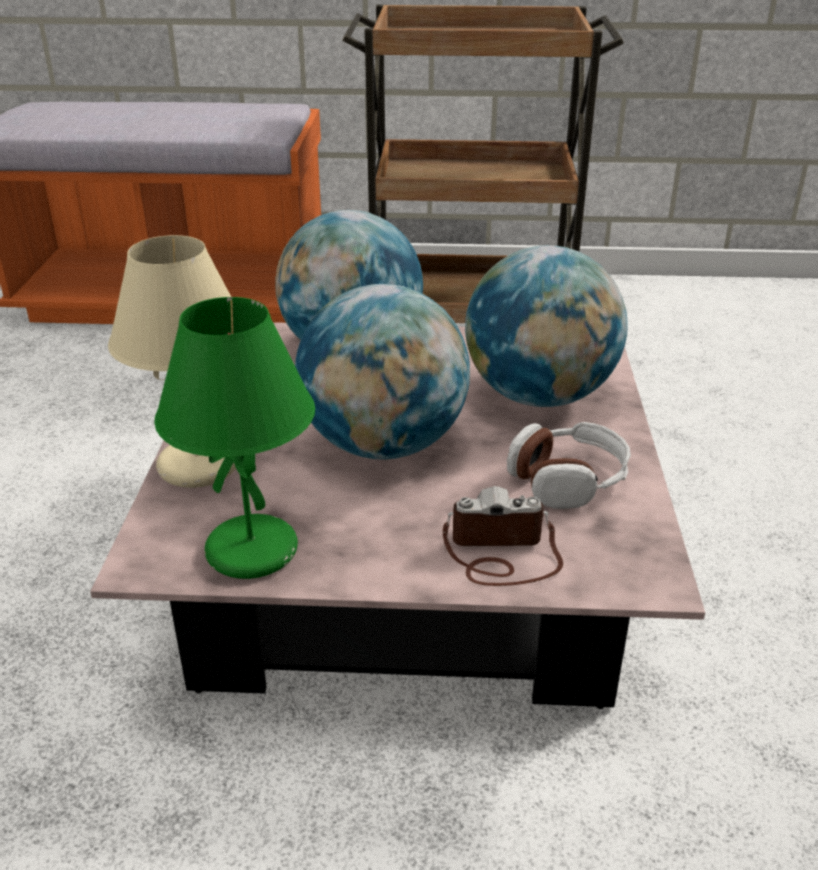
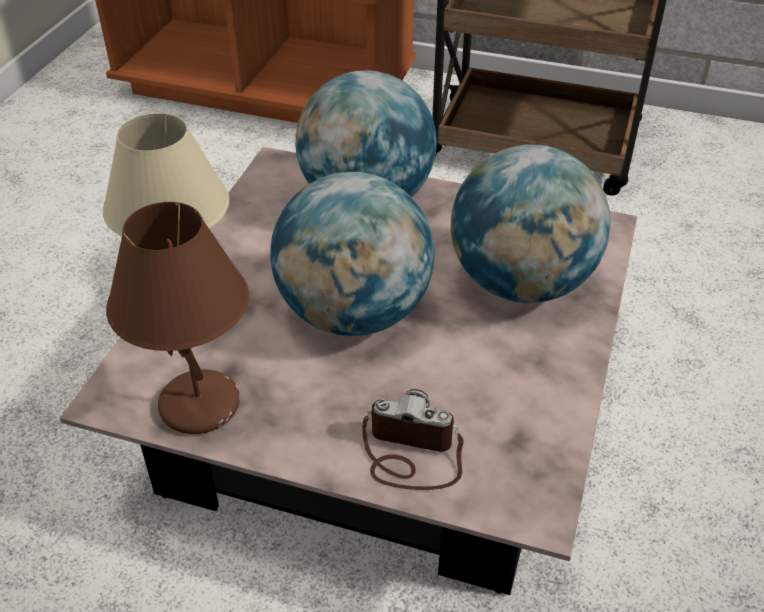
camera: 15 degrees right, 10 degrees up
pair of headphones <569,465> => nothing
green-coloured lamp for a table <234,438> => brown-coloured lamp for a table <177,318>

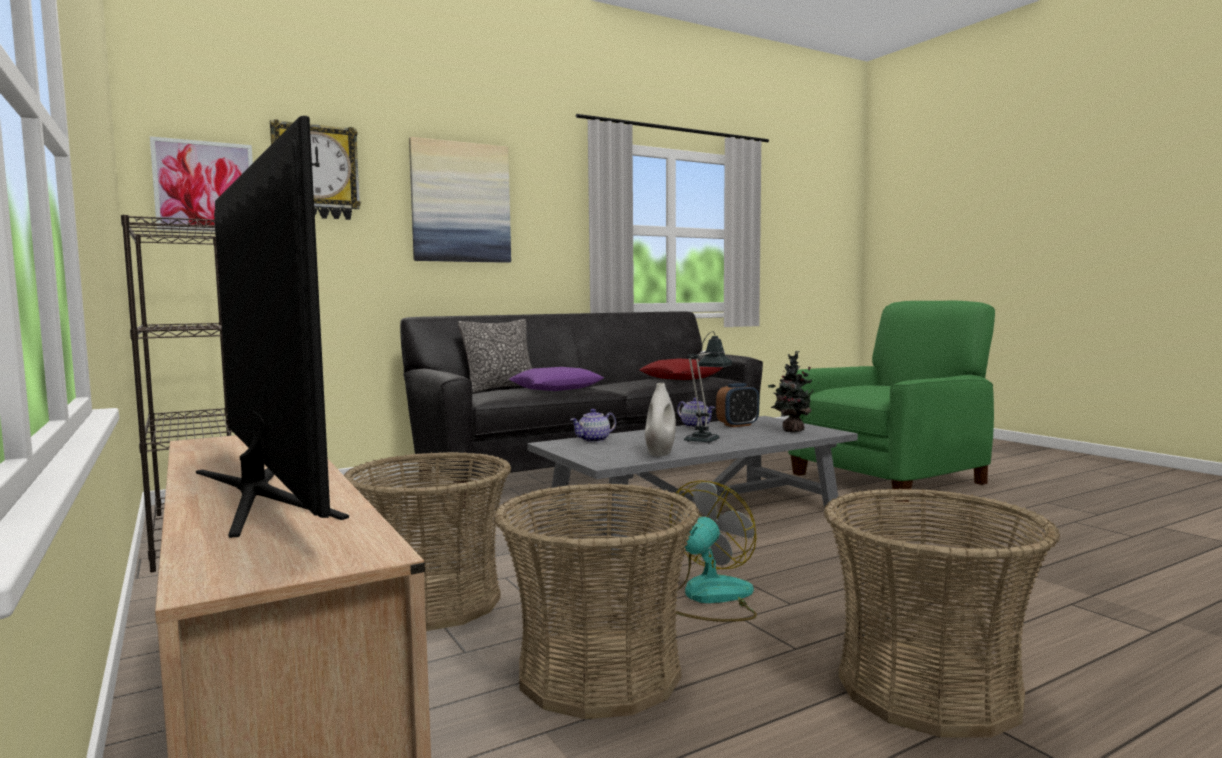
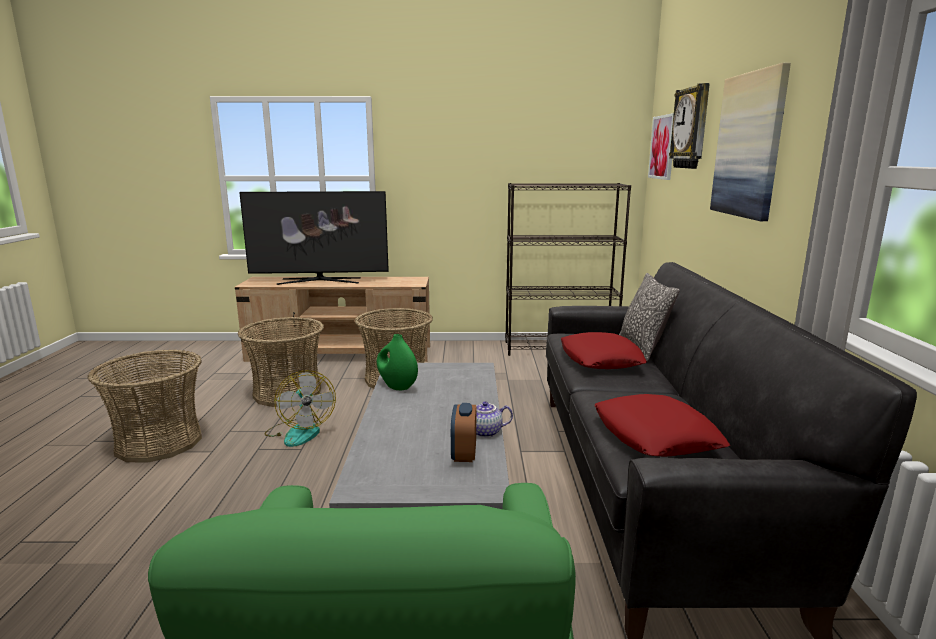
camera: 120 degrees right, 10 degrees up
tea pot <593,425> => nothing
lamp for a table <708,387> => nothing
plant in a pot <792,391> => nothing
purple cushion <556,379> => reddish cushion <604,350>
white decorative vase <660,419> => green-coloured decorative vase <397,362>

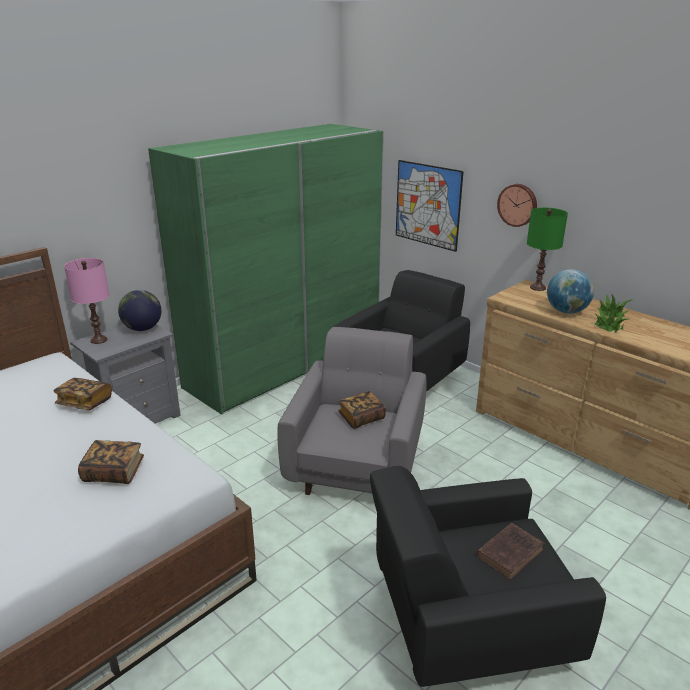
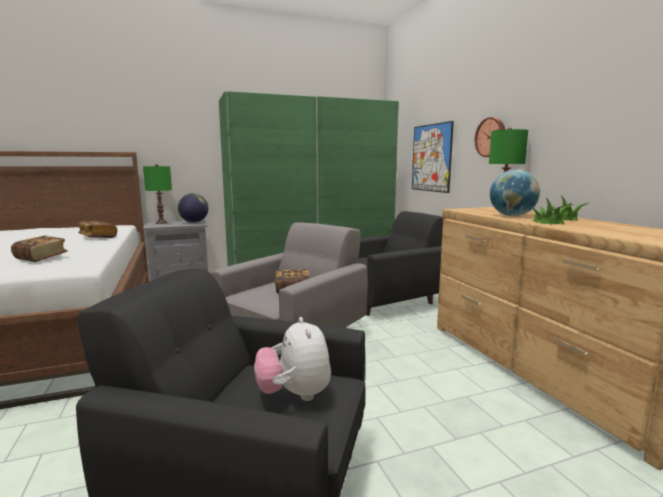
camera: 25 degrees right, 15 degrees down
brown-coloured volume <510,551> => cuddly toy <292,359>
pink-coloured lamp for a table <86,301> => green-coloured lamp for a table <157,194>

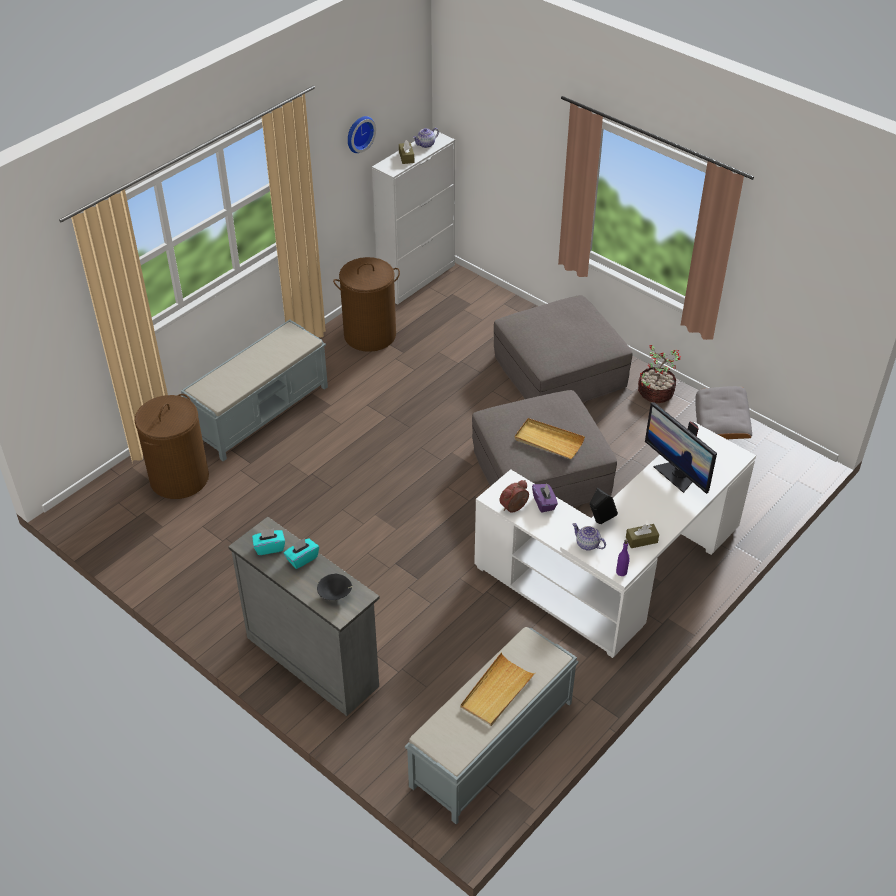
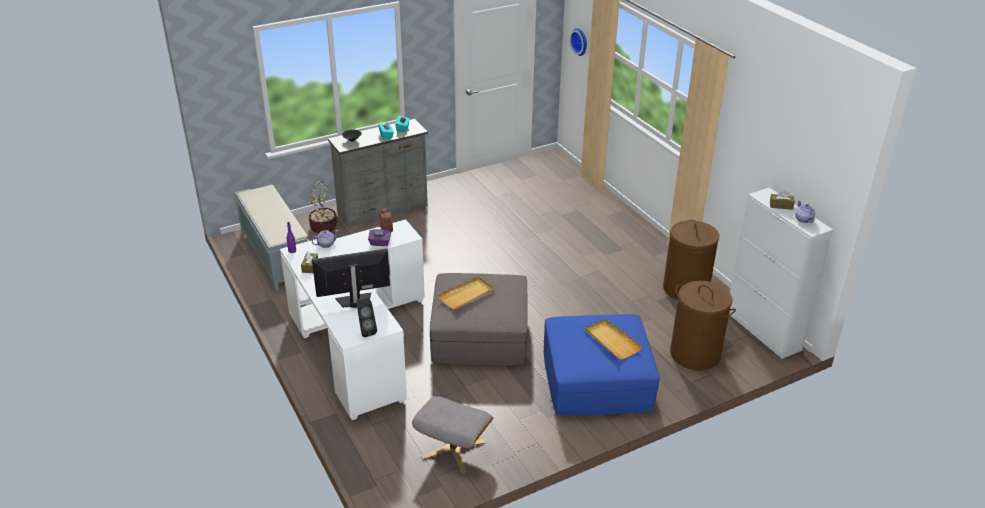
camera: 110 degrees right, 10 degrees down
gray long seat <254,390> => nothing
brown-coloured hamper <171,446> => brown-coloured hamper <703,326>, relocated
clock on the wall <362,134> => clock on the wall <578,42>, relocated
beige-coloured tray <497,689> => beige-coloured tray <614,339>, relocated
blackish speaker <604,506> => blackish speaker <367,317>, relocated
plant in a pot <659,374> => plant in a pot <323,207>, relocated
gray ottoman <563,348> => bluish ottoman <602,365>

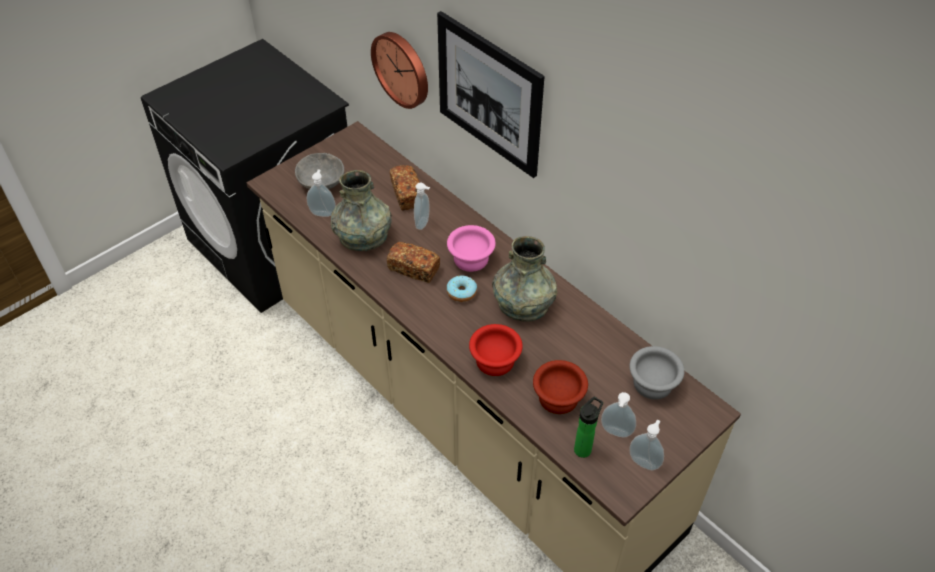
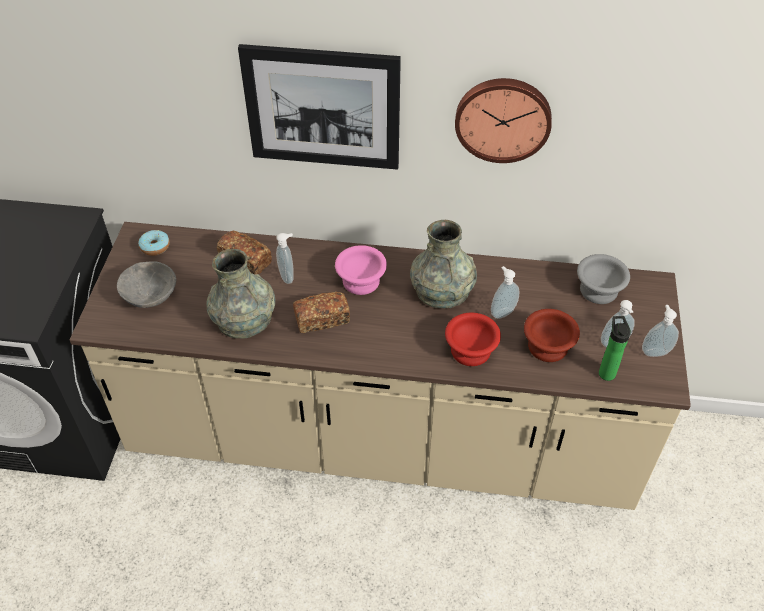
camera: 40 degrees left, 0 degrees up
soap bottle <321,193> => soap bottle <505,292>, relocated
clock on the wall <399,70> => clock on the wall <503,120>, relocated
ring doughnut <461,288> => ring doughnut <154,243>, relocated

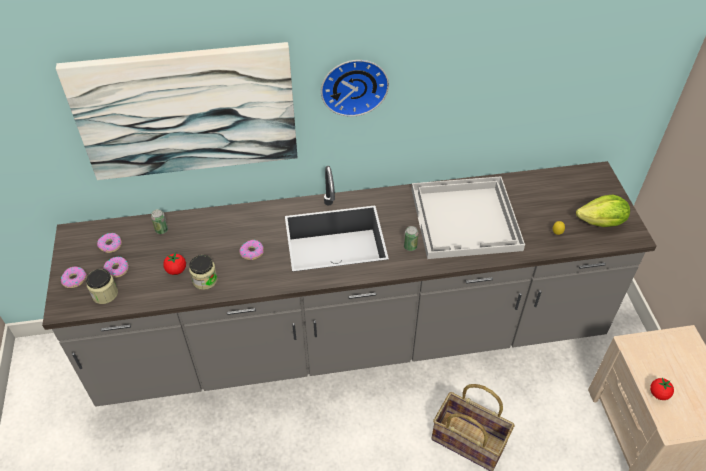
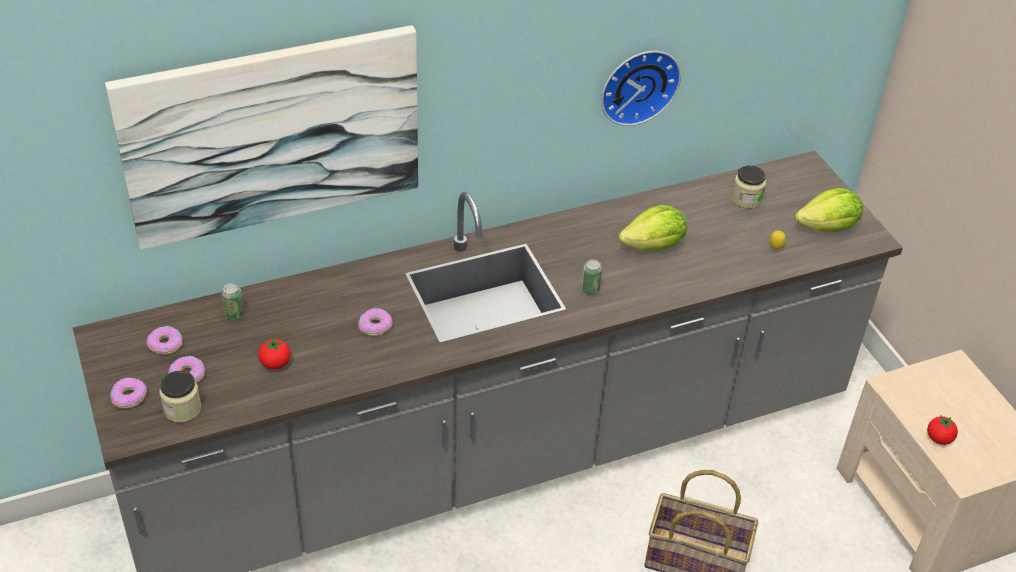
camera: 15 degrees left, 5 degrees down
storage jar <203,272> => storage jar <748,187>, relocated
clock on the wall <355,88> => clock on the wall <641,88>, relocated
white tray <468,217> => lettuce <652,228>

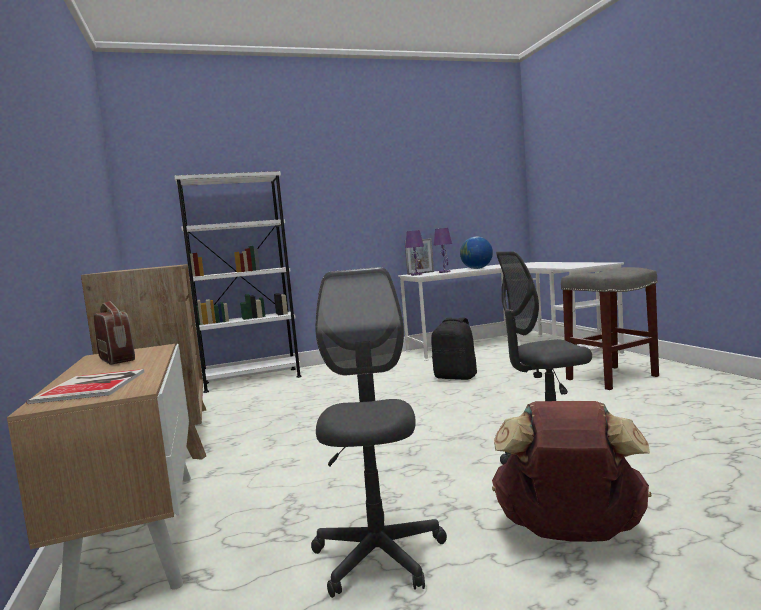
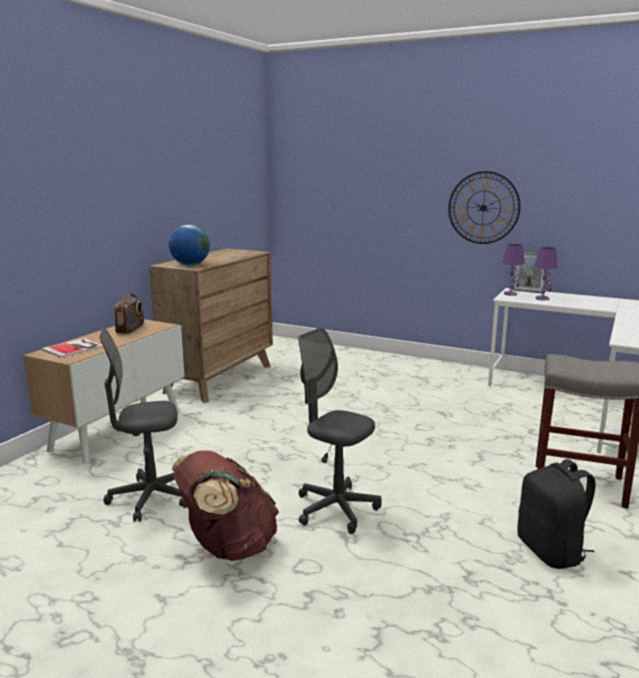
camera: 45 degrees right, 10 degrees up
white shelving unit <238,282> => nothing
nothing => clock on the wall <484,207>
blackish rucksack <454,349> => blackish rucksack <556,514>, relocated
world globe <476,253> => world globe <189,245>, relocated
gray computer chair <379,432> => gray computer chair <143,425>, 150 degrees counterclockwise

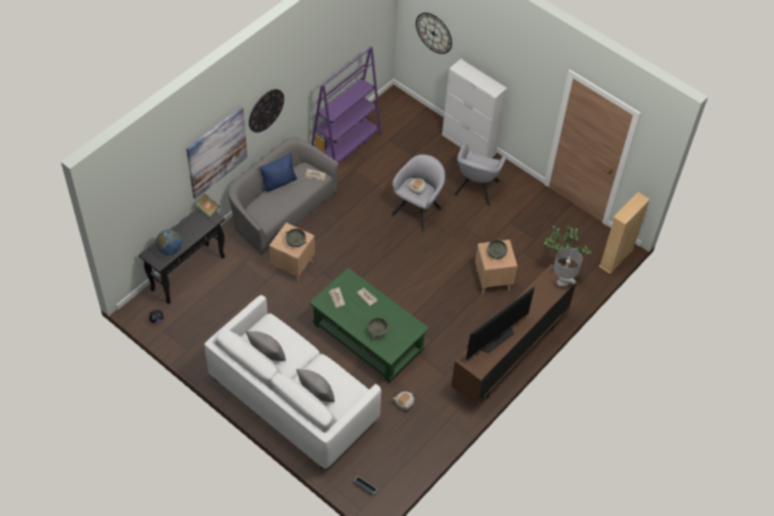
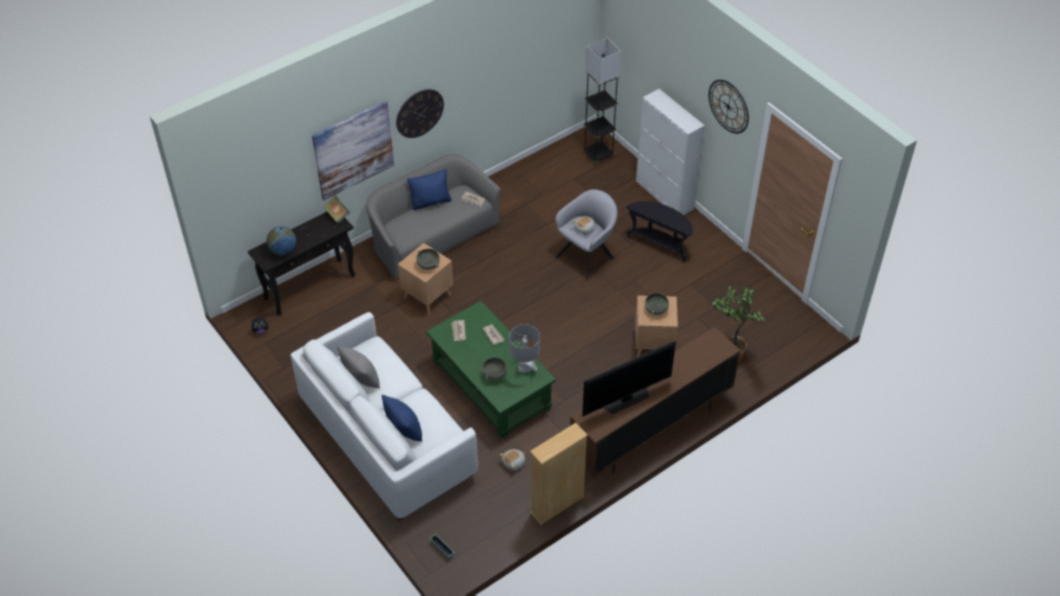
camera: 15 degrees right, 5 degrees down
purple shelving unit <346,105> => nothing
nothing => gray floor lamp <602,101>
clock on the wall <434,33> => clock on the wall <729,107>, relocated
gray lamp for a table <568,267> => gray lamp for a table <524,348>, relocated
beige-coloured shelving unit <624,233> => beige-coloured shelving unit <559,474>, relocated
gray lounge chair <480,174> => blackish accent table <659,231>
gray cushion <315,385> => bluish cushion <402,418>

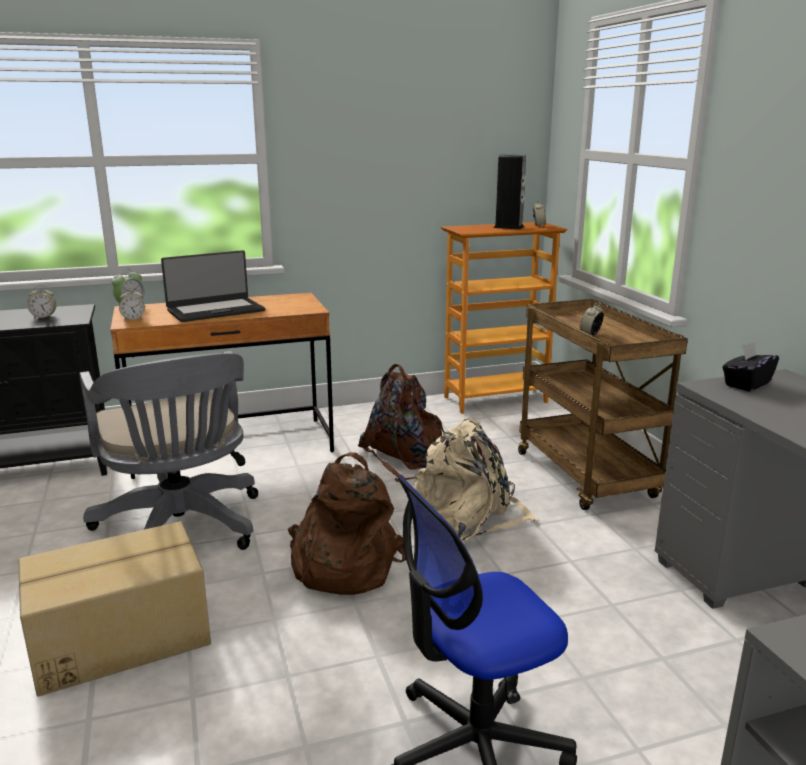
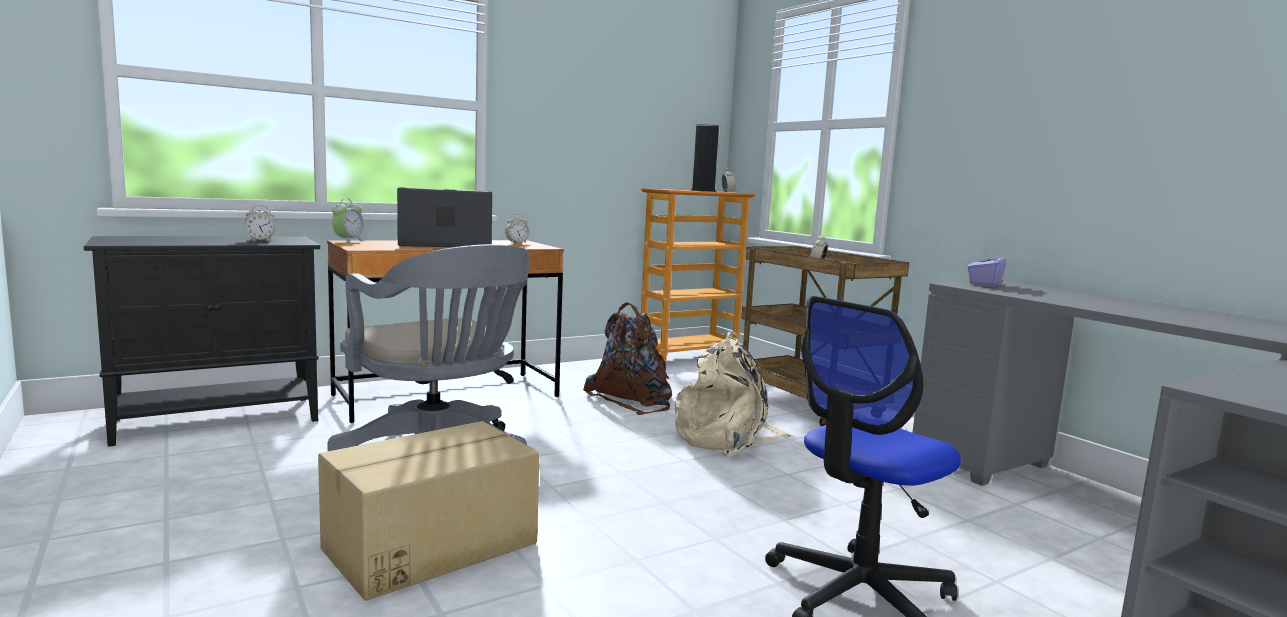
camera: 15 degrees left, 10 degrees down
brown-coloured rucksack <347,524> => nothing
bedside clock <132,304> => bedside clock <517,228>, relocated
blackish box of tissues <750,367> => purple box of tissues <987,267>
notebook computer <213,286> => notebook computer <444,217>, 150 degrees counterclockwise

